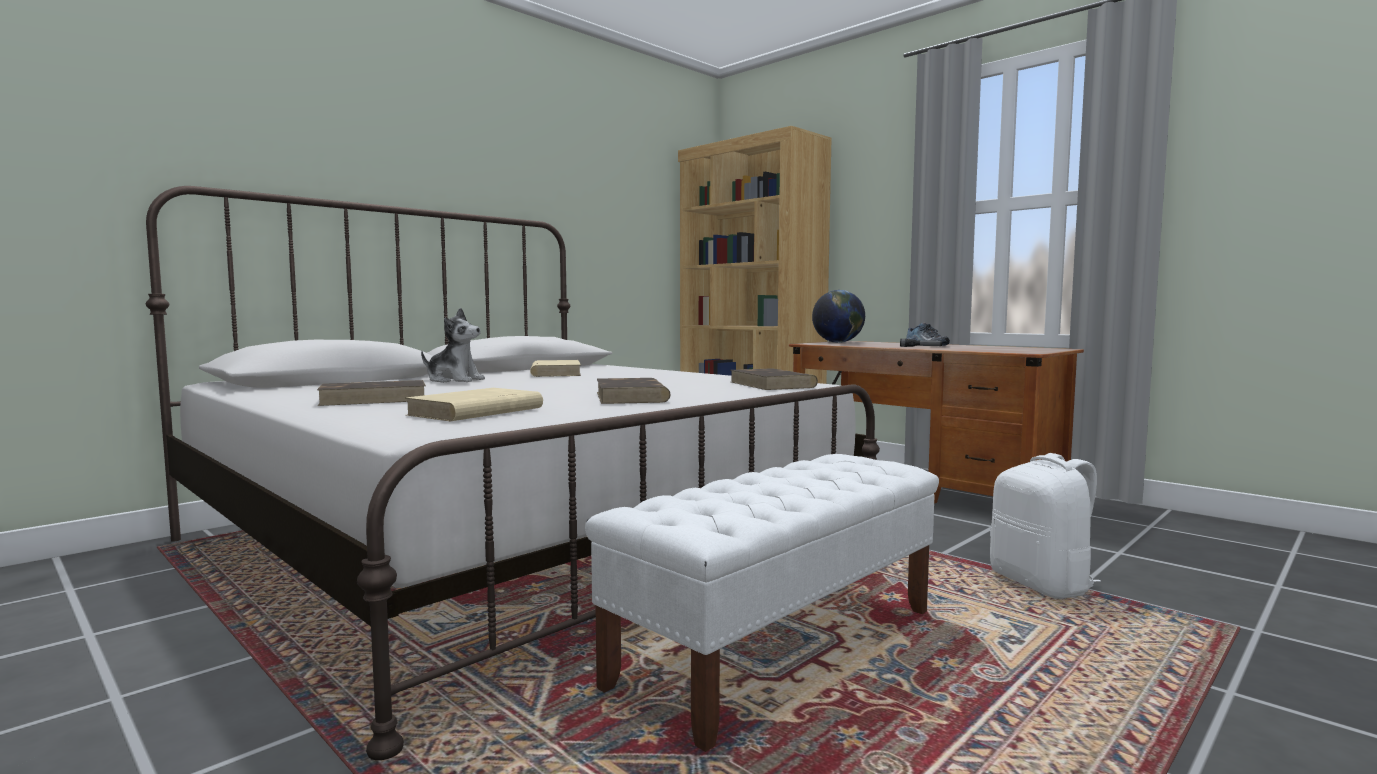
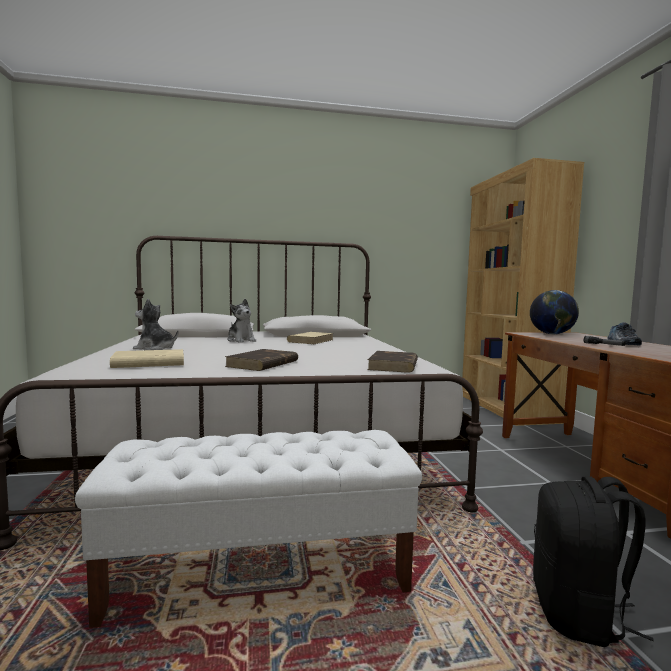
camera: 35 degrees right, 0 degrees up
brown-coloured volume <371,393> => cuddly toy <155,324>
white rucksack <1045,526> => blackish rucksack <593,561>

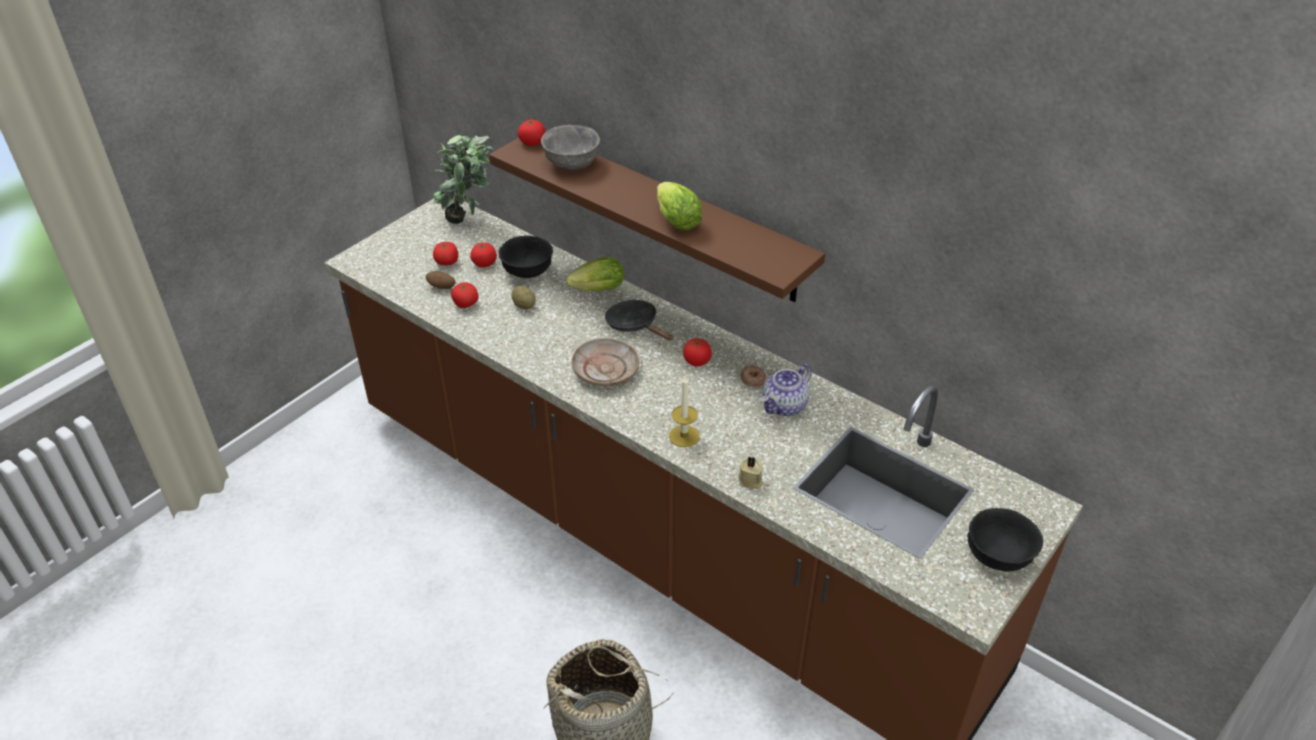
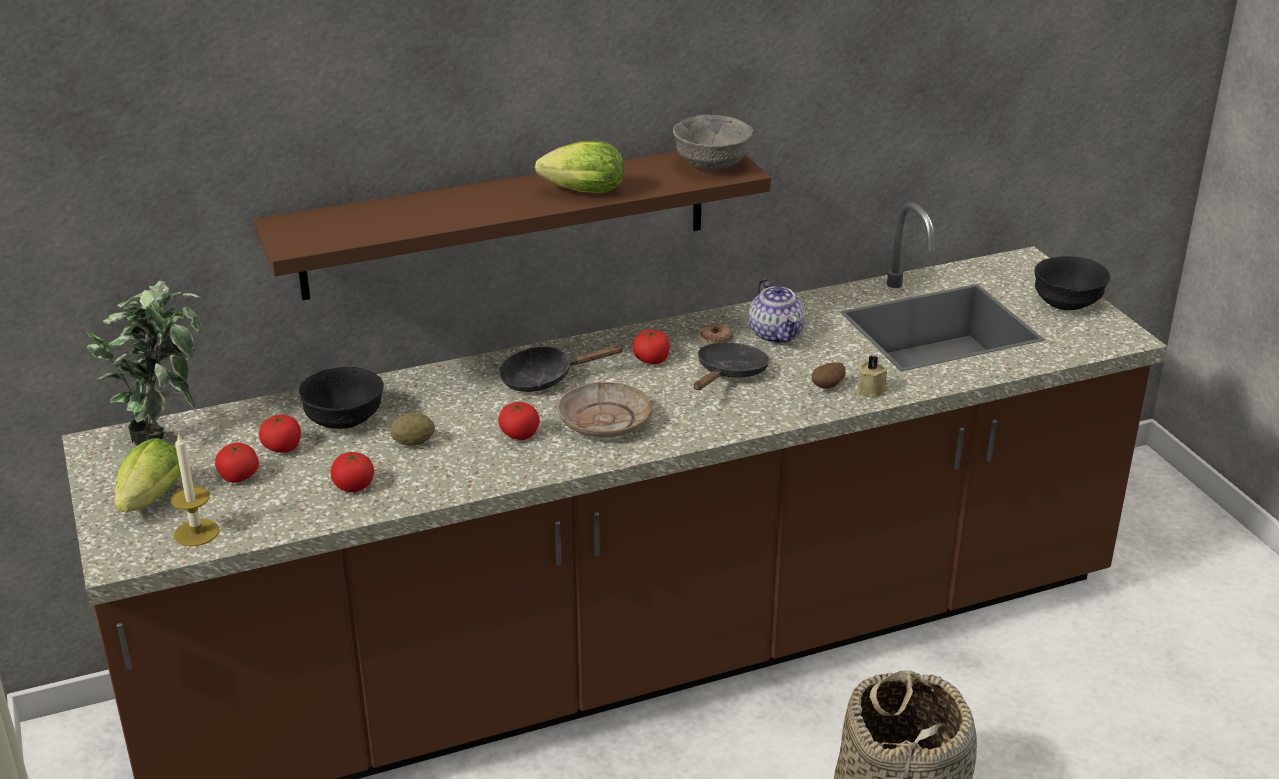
camera: 60 degrees left, 10 degrees down
nothing => blackish skillet <732,366>
whole potato <440,280> => whole potato <828,375>, relocated
fresh tomato <531,132> => fresh tomato <519,420>, relocated
gray bowl <570,147> => gray bowl <713,142>, relocated
lettuce <595,274> => lettuce <147,475>, relocated
wax candle <684,411> => wax candle <195,490>, relocated

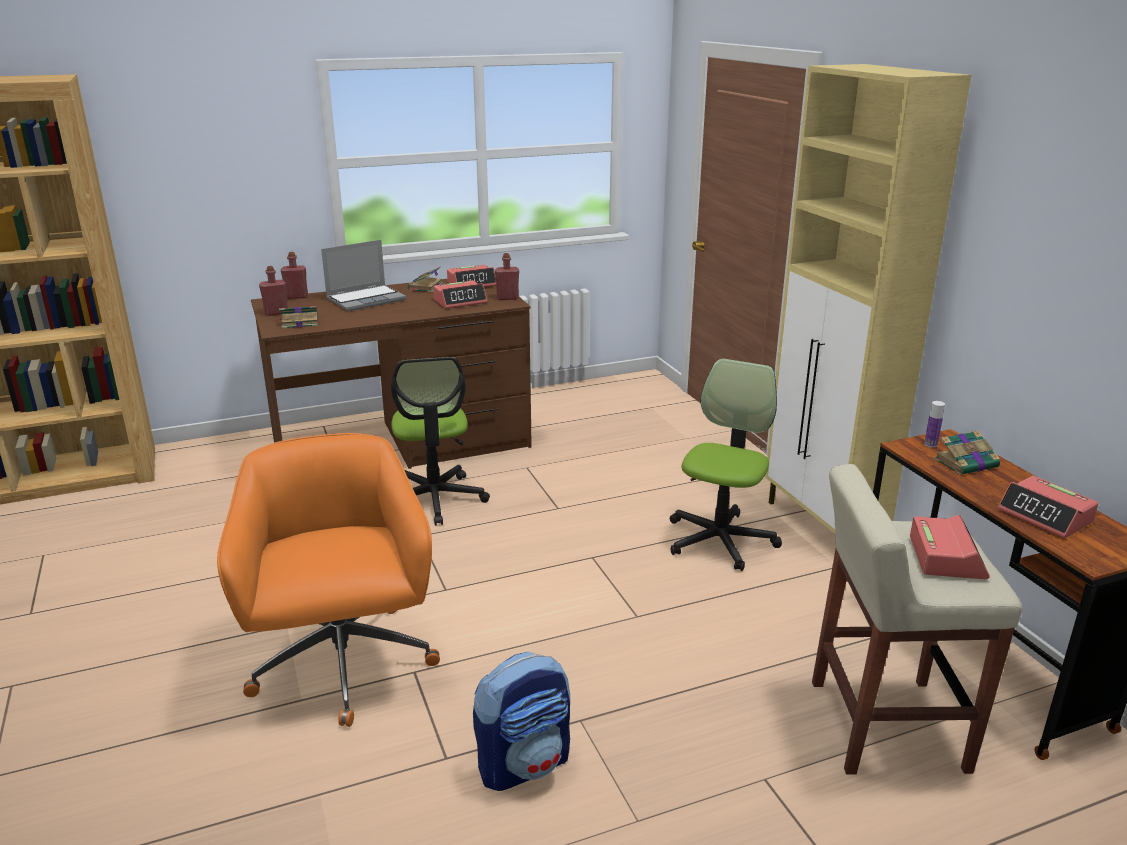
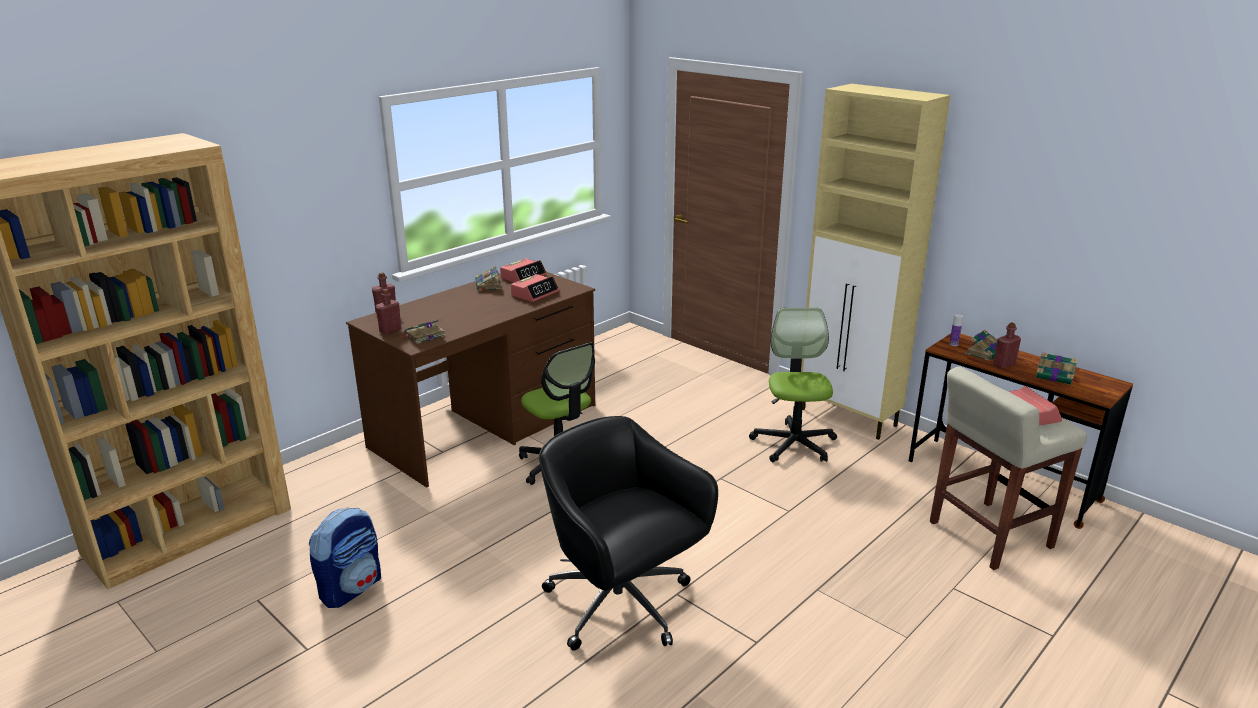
camera: 25 degrees left, 0 degrees up
notebook computer <363,275> => nothing
rucksack <521,721> => rucksack <345,558>, relocated
reddish beverage bottle <507,276> => reddish beverage bottle <1007,346>, relocated
bedside clock <1048,507> => volume <1058,368>
orange computer chair <328,580> => blackish computer chair <628,533>

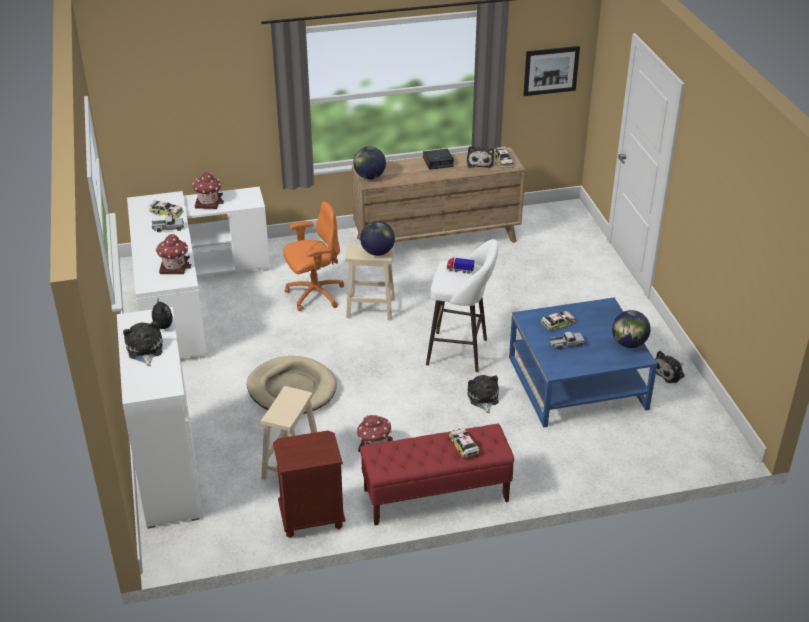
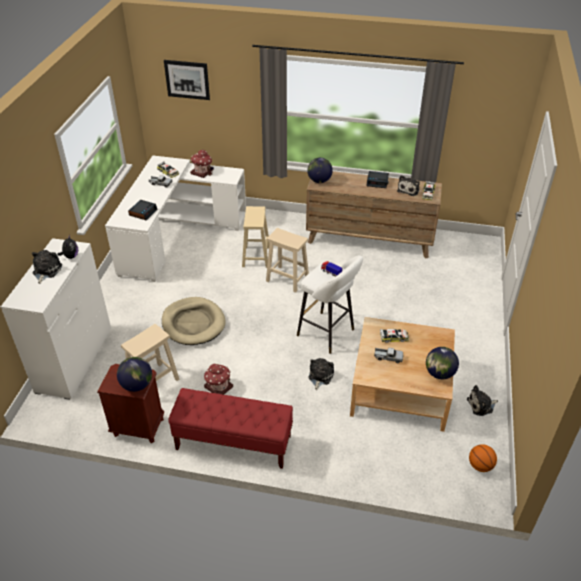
camera: 25 degrees right, 5 degrees up
miniature car <464,443> => nothing
nothing => ball for basketball <483,458>
world globe <377,238> => world globe <134,374>, relocated
picture <551,71> => picture <187,80>, relocated
toy house <173,254> => bedside clock <142,210>
orange computer chair <313,256> => beige-coloured sitting stool <256,237>
bluish lounge table <583,362> => beige-coloured lounge table <402,374>

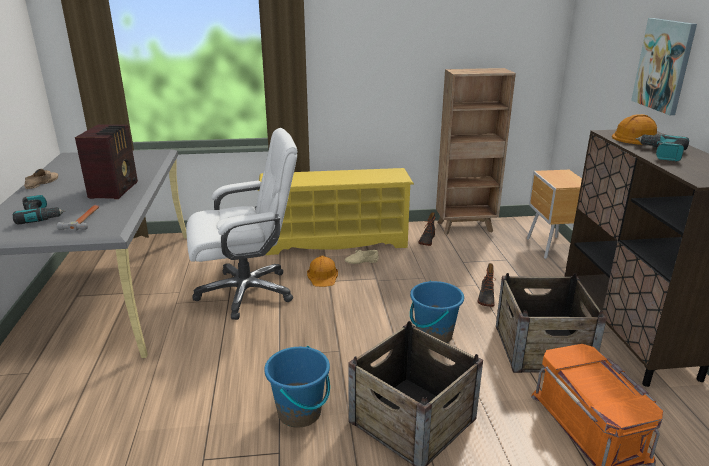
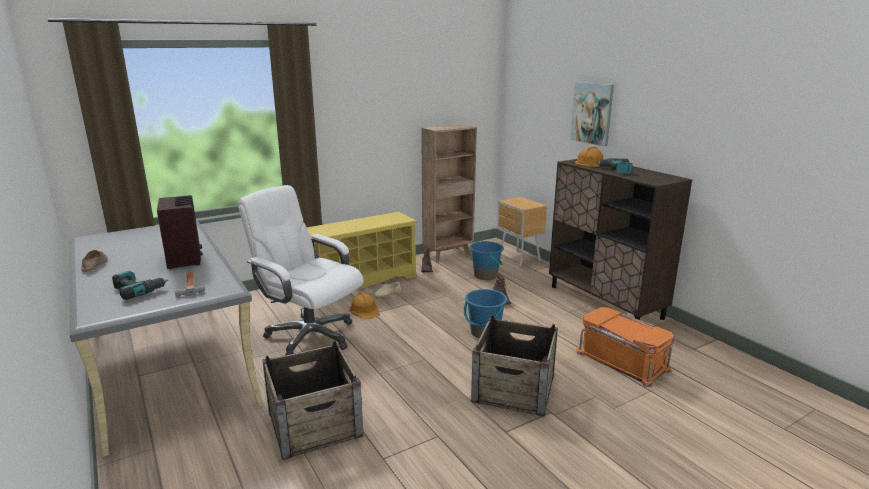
camera: 25 degrees left, 5 degrees down
bluish water bucket <297,387> => bluish water bucket <487,260>, relocated
shipping crate <551,323> => shipping crate <312,400>, relocated
white computer chair <241,224> => white computer chair <301,270>, 105 degrees counterclockwise

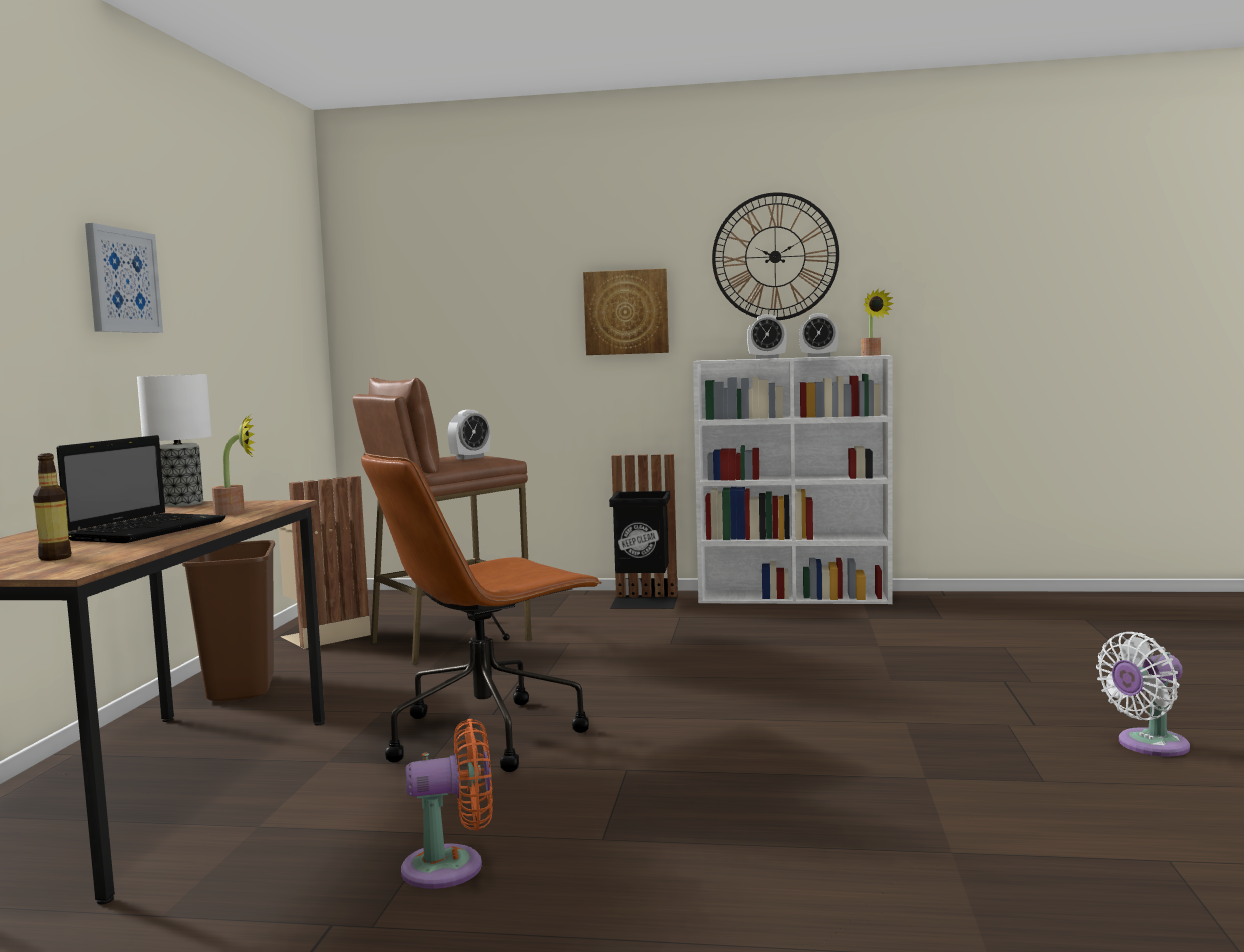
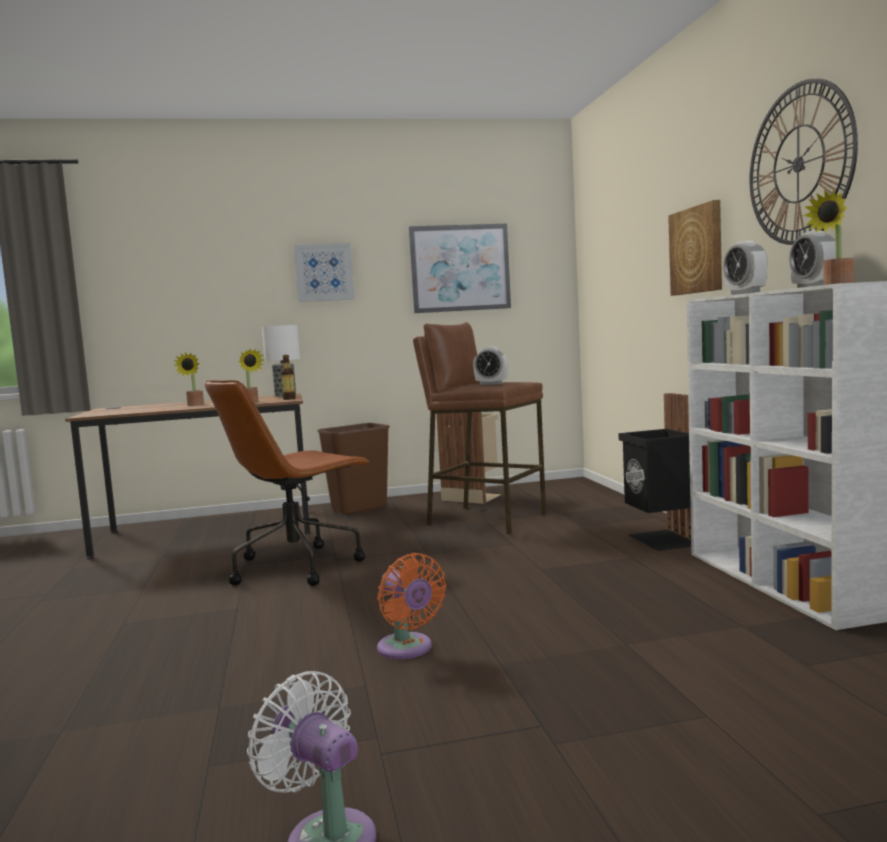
camera: 70 degrees right, 0 degrees up
nothing => picture <460,268>
beverage bottle <52,507> => beverage bottle <288,377>, relocated
orange cooling fan <447,804> => orange cooling fan <411,606>, relocated
notebook computer <141,489> => plant in a pot <188,379>
brown-coloured computer chair <481,612> => brown-coloured computer chair <287,483>, 75 degrees counterclockwise

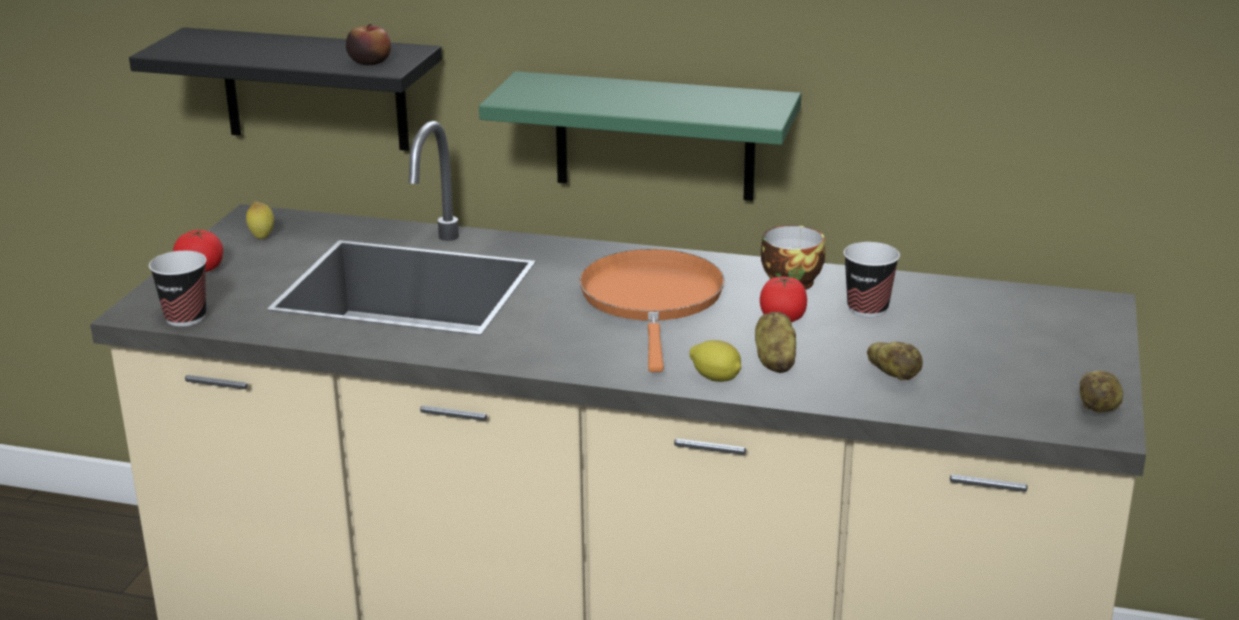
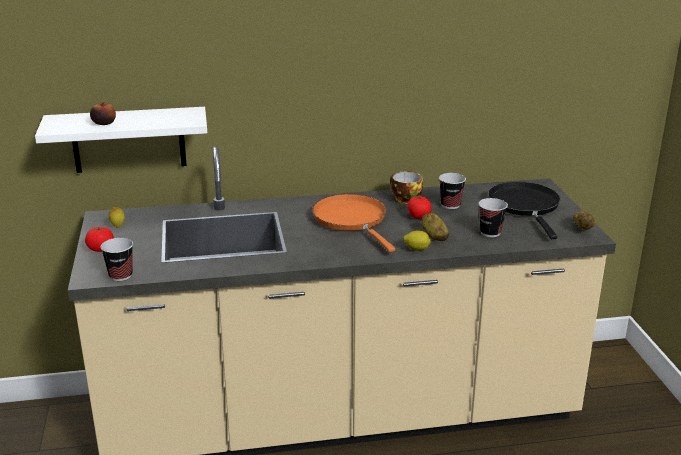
camera: 25 degrees left, 0 degrees up
green-coloured bracket shelf <640,136> => nothing
nothing => blackish skillet <524,210>
apple <368,44> => apple <103,113>, relocated
whole potato <895,361> => cup <493,217>
blackish bracket shelf <285,89> => white bracket shelf <121,140>

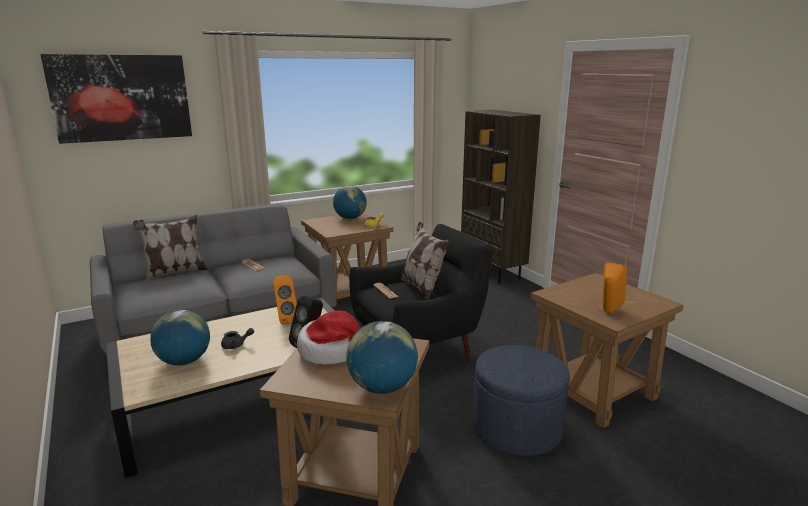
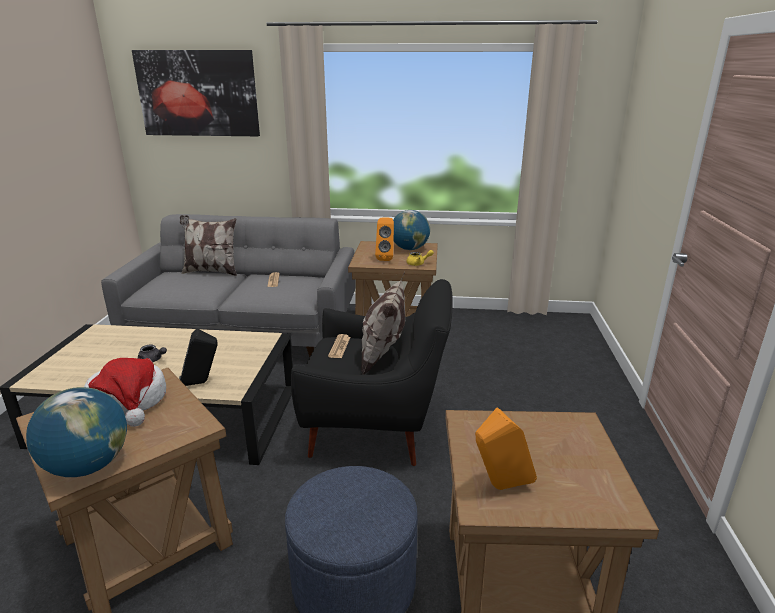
camera: 35 degrees right, 5 degrees up
world globe <180,338> => nothing
brown-coloured shelving unit <501,197> => nothing
orange speaker <285,300> => orange speaker <384,239>, relocated

